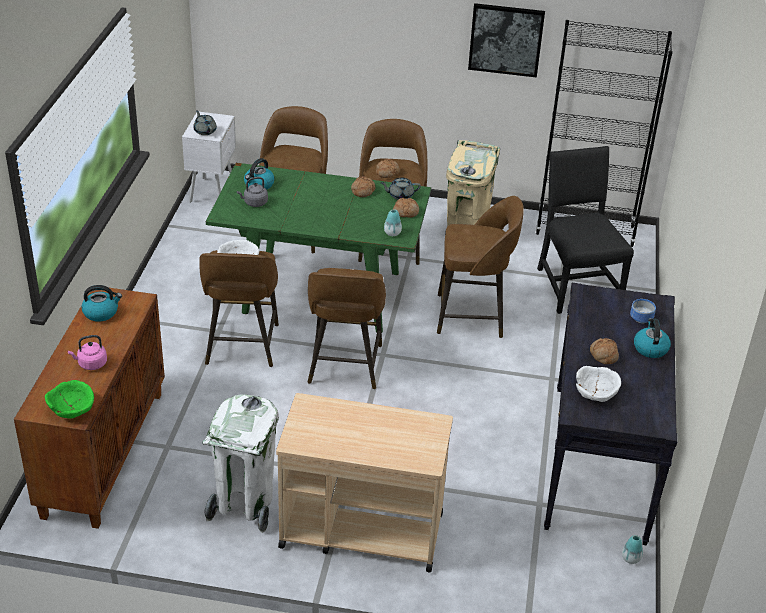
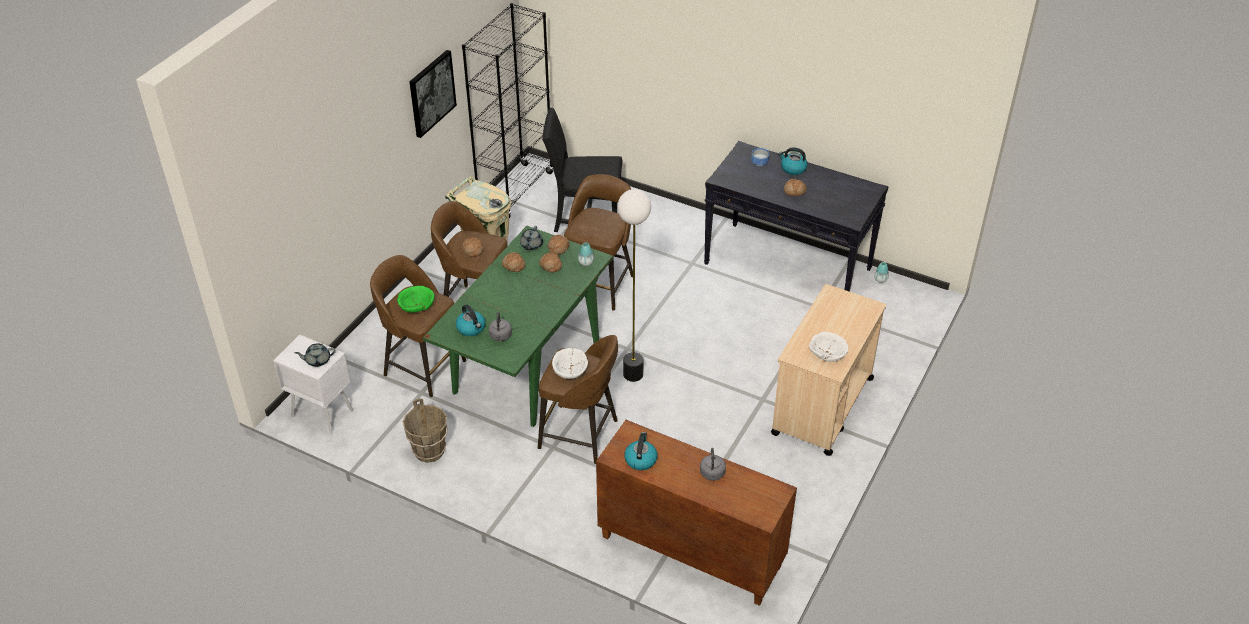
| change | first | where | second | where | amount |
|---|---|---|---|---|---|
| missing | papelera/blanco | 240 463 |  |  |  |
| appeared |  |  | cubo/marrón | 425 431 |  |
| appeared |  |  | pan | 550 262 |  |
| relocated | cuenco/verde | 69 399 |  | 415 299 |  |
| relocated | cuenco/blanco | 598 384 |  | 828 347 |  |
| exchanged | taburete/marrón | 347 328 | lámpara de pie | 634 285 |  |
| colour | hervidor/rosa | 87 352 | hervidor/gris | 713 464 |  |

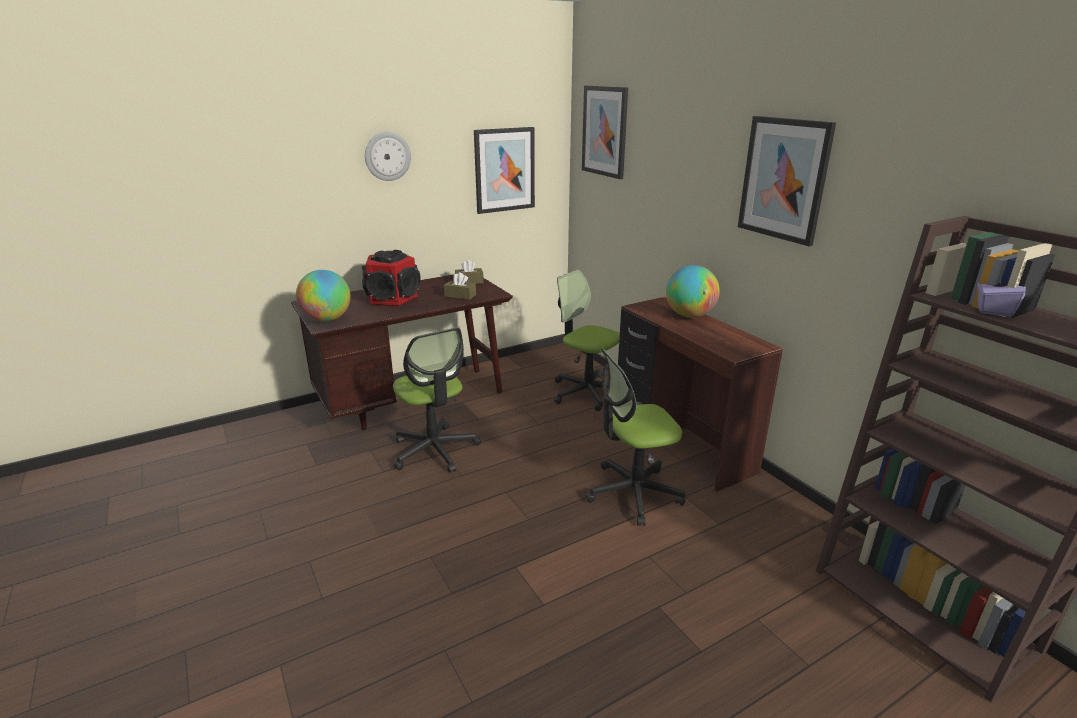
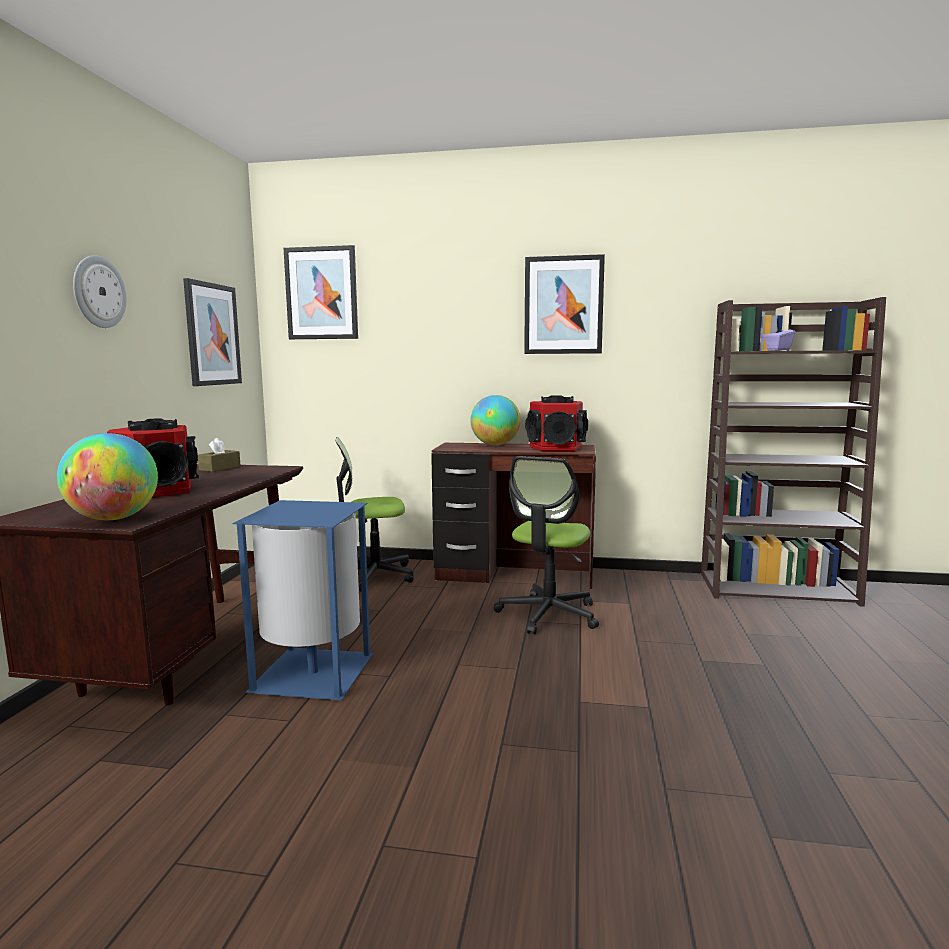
| change | first | where | second | where | amount |
|---|---|---|---|---|---|
| missing | caja de pañuelos/marrón | 460 286 |  |  |  |
| appeared |  |  | altavoz | 556 423 |  |
| exchanged | silla de oficina | 437 400 | papelera/azul | 302 600 |  |

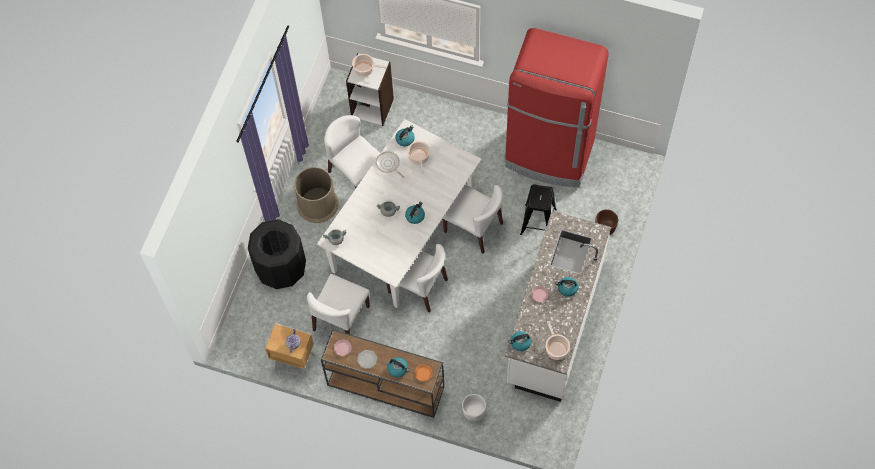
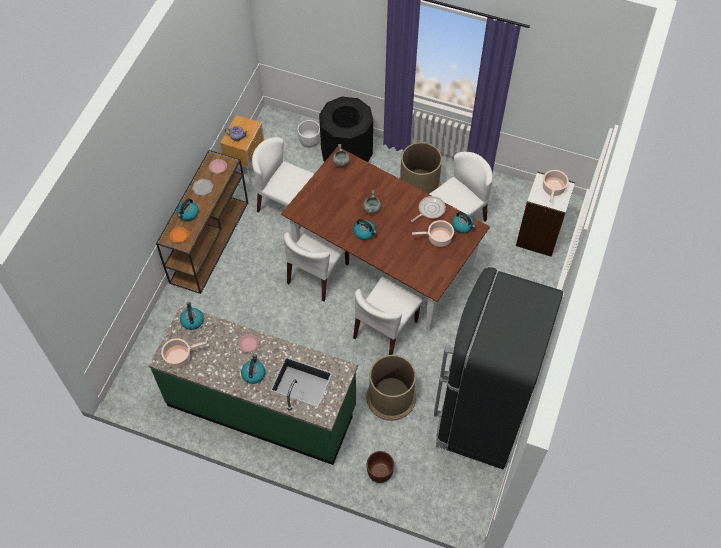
| change | first | where | second | where | amount |
|---|---|---|---|---|---|
| relocated | maceta/blanco | 474 407 |  | 309 134 |  |
| exchanged | taburete/negro | 538 209 | papelera/marrón | 391 388 |  |
| colour | mesa de comedor/blanco | 399 213 | mesa de comedor/marrón | 385 239 |  |
| colour | nevera/rojo | 557 107 | nevera/negro | 498 368 |  |
| colour | mueble bajo de cocina/blanco | 558 306 | mueble bajo de cocina/verde | 253 385 |  |

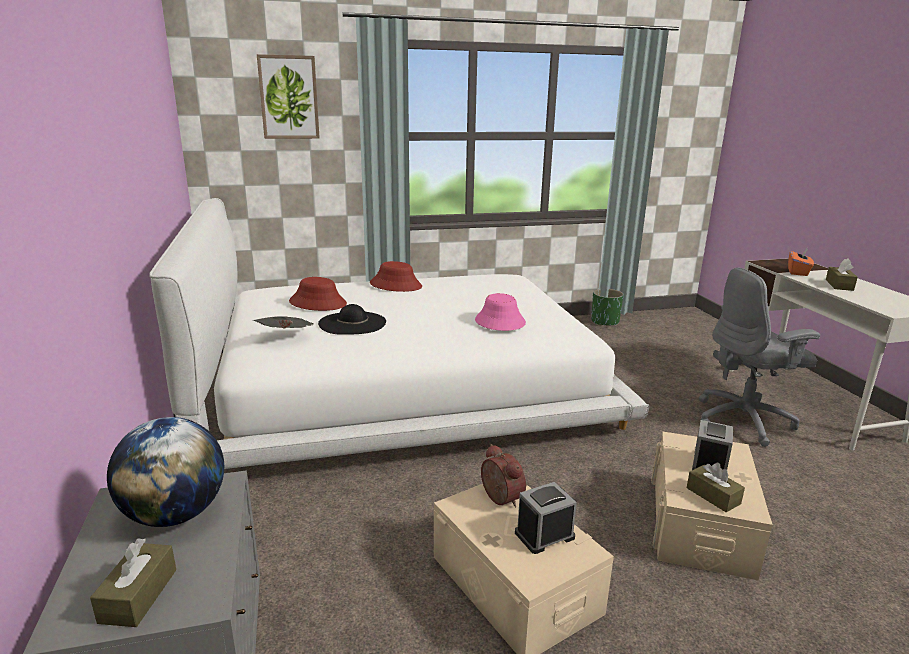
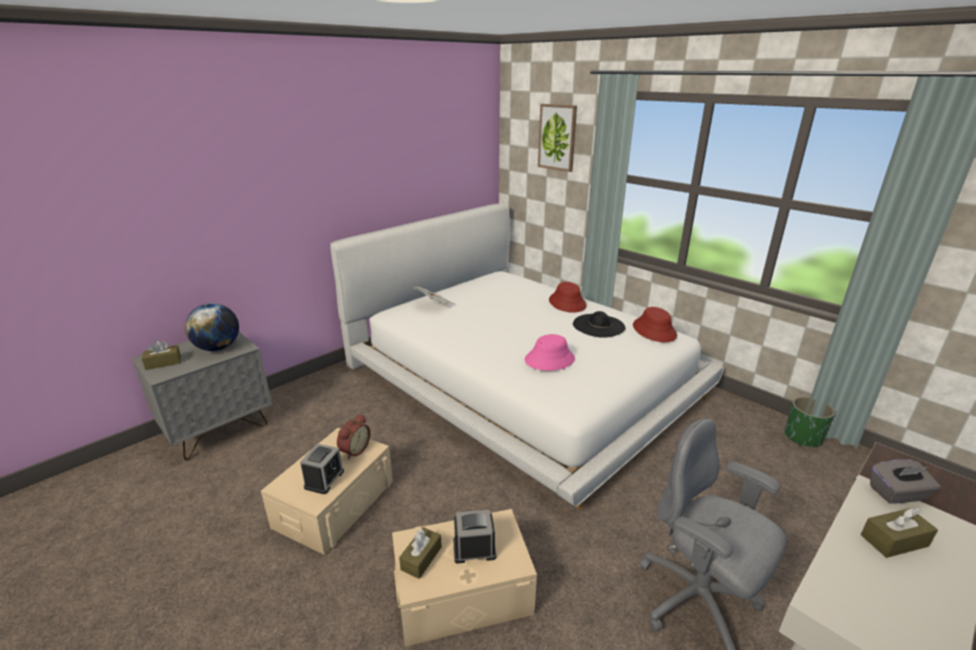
| change | first | where | second | where | amount |
|---|---|---|---|---|---|
| relocated | sombrero/rojo | 318 294 |  | 655 324 |  |
| relocated | sombrero/negro | 352 319 |  | 599 324 |  |
| colour | caja de pañuelos/naranja | 801 262 | caja de pañuelos/gris | 905 481 |  |
| spun | despertador | 546 518 |  | 322 468 | 75 degrees clockwise |

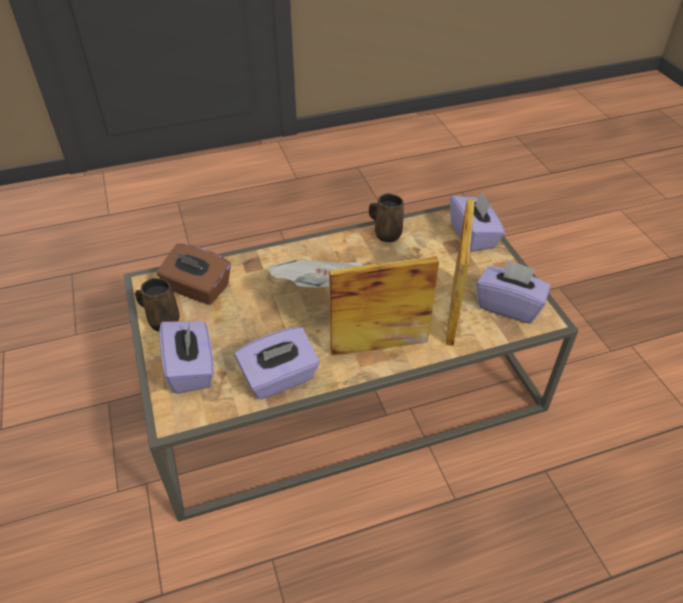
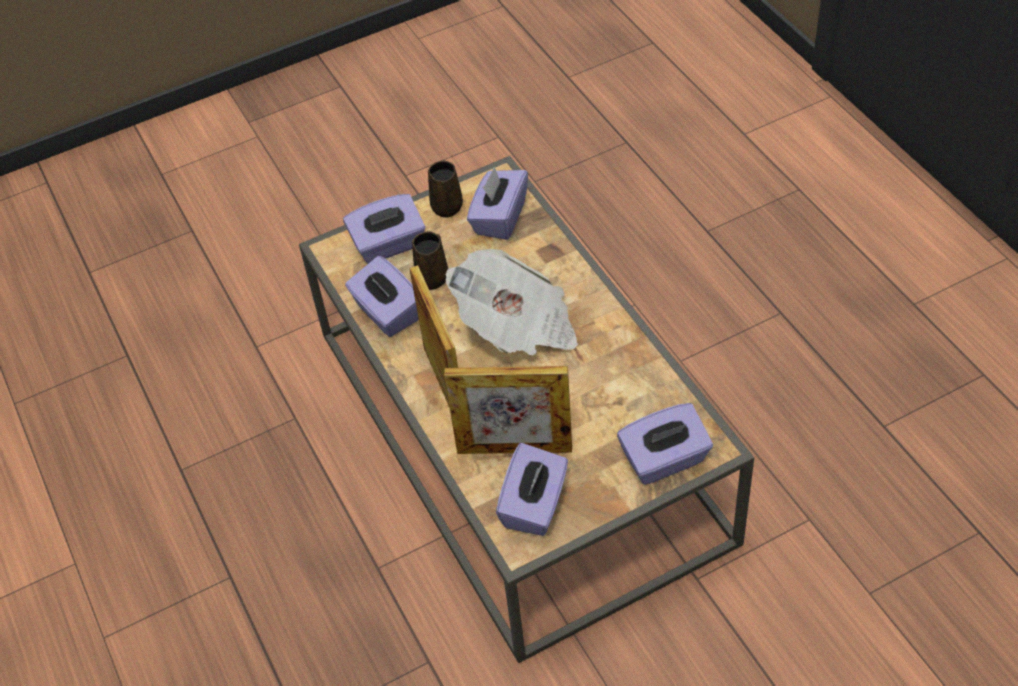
| change | first | where | second | where | amount |
|---|---|---|---|---|---|
| relocated | taza grande/marrón | 386 218 |  | 430 260 |  |
| colour | caja de pañuelos/marrón | 194 274 | caja de pañuelos/morado | 497 203 |  |

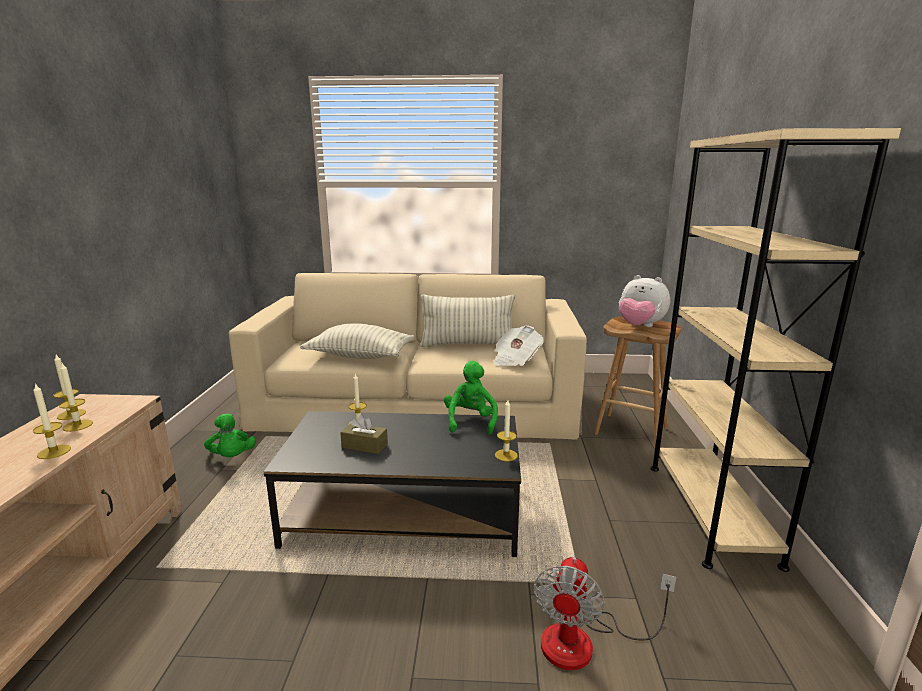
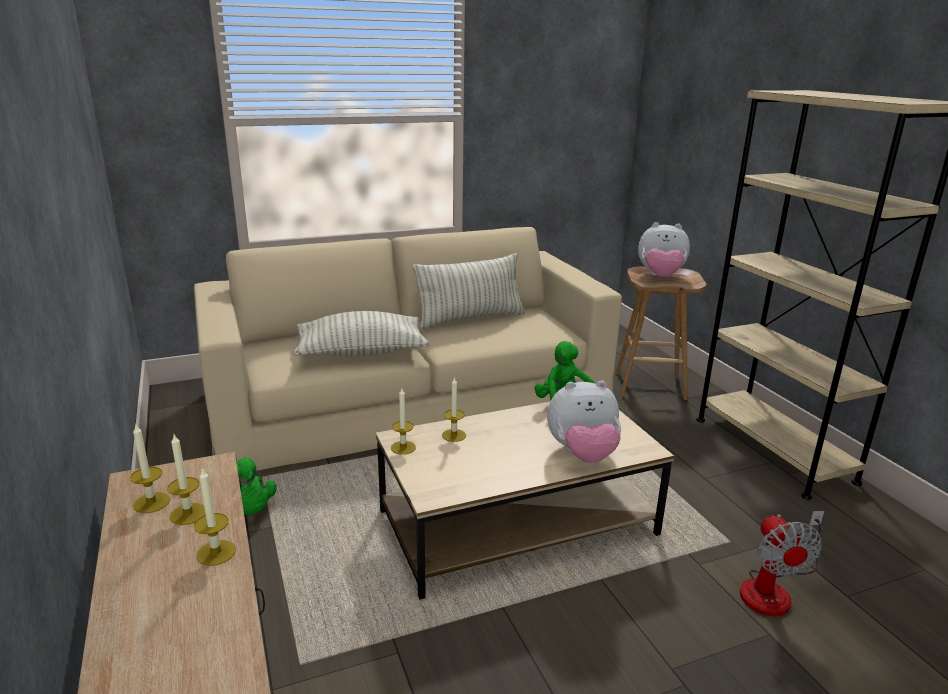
| change | first | where | second | where | amount |
|---|---|---|---|---|---|
| missing | caja de pañuelos/marrón | 364 434 |  |  |  |
| missing | periódico | 519 346 |  |  |  |
| appeared |  |  | peluche | 584 422 |  |
| relocated | vela | 506 430 |  | 403 421 |  |
| colour | mesa de centro/negro | 392 484 | mesa de centro/beis | 525 500 |  |

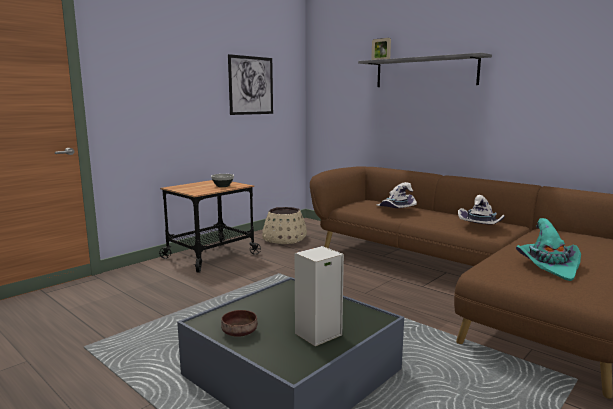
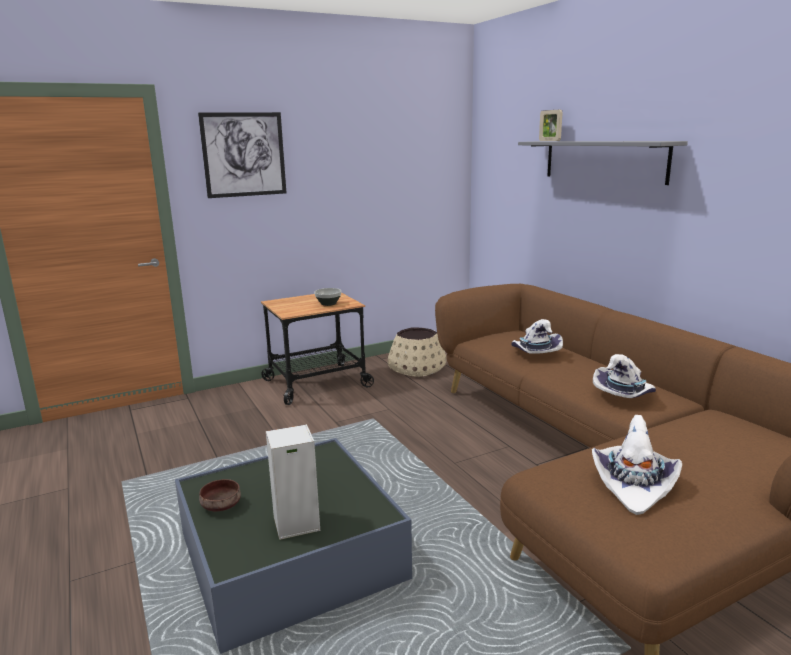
| change | first | where | second | where | amount |
|---|---|---|---|---|---|
| relocated | cuadro | 250 84 |  | 242 155 |  |
| colour | sombrero/turquesa | 548 249 | sombrero/blanco | 637 465 |  |

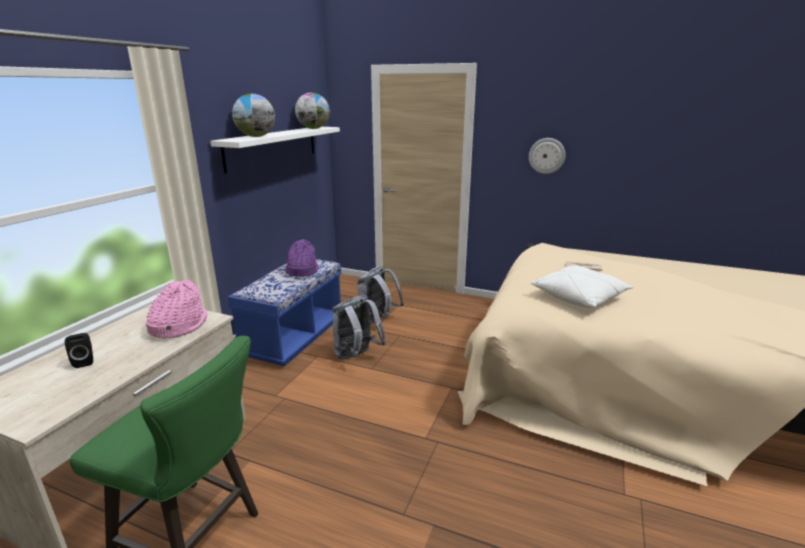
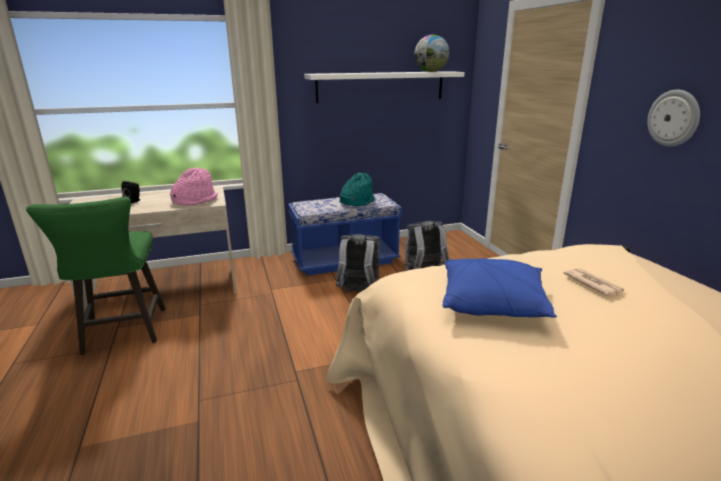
| change | first | where | second | where | amount |
|---|---|---|---|---|---|
| missing | globo terráqueo | 253 115 |  |  |  |
| colour | sombrero/morado | 302 258 | sombrero/turquesa | 357 189 |  |
| colour | cojín/blanco | 582 286 | cojín/azul | 500 288 |  |

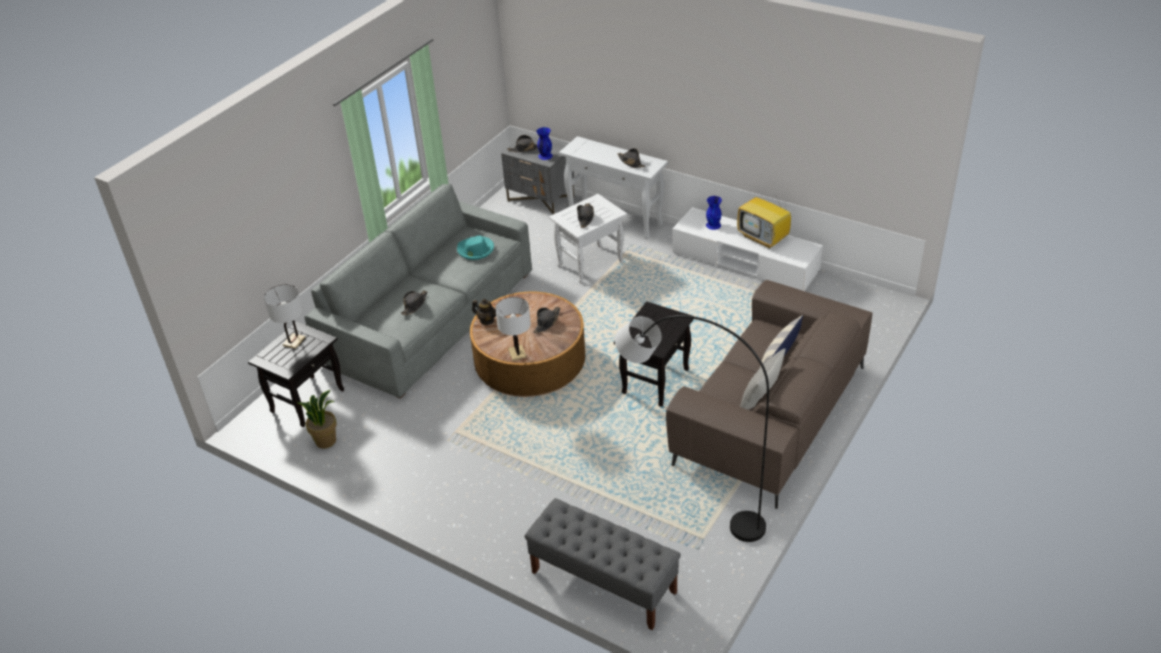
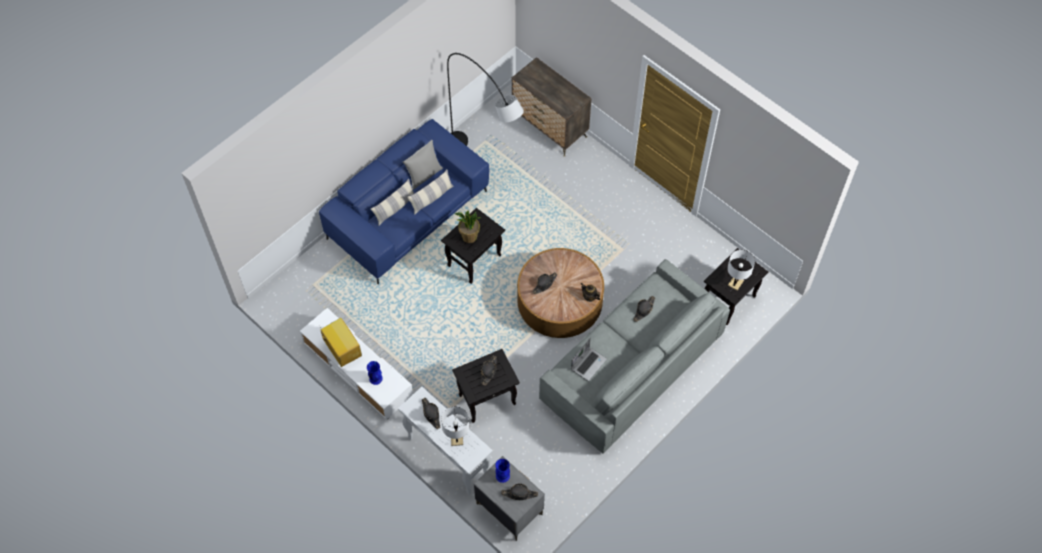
| change | first | where | second | where | amount |
|---|---|---|---|---|---|
| appeared |  |  | cojín | 430 192 |  |
| relocated | planta en maceta | 317 419 |  | 468 226 |  |
| relocated | lámpara de mesa/blanco | 513 329 |  | 455 426 |  |
| exchanged | sombrero/turquesa | 475 247 | portátil | 589 359 |  |
| exchanged | banco/gris | 603 564 | cómoda | 551 107 |  |
| colour | mesa auxiliar/blanco | 588 239 | mesa auxiliar/negro | 486 386 |  |
| colour | sofá/marrón | 769 394 | sofá/azul | 404 201 |  |

